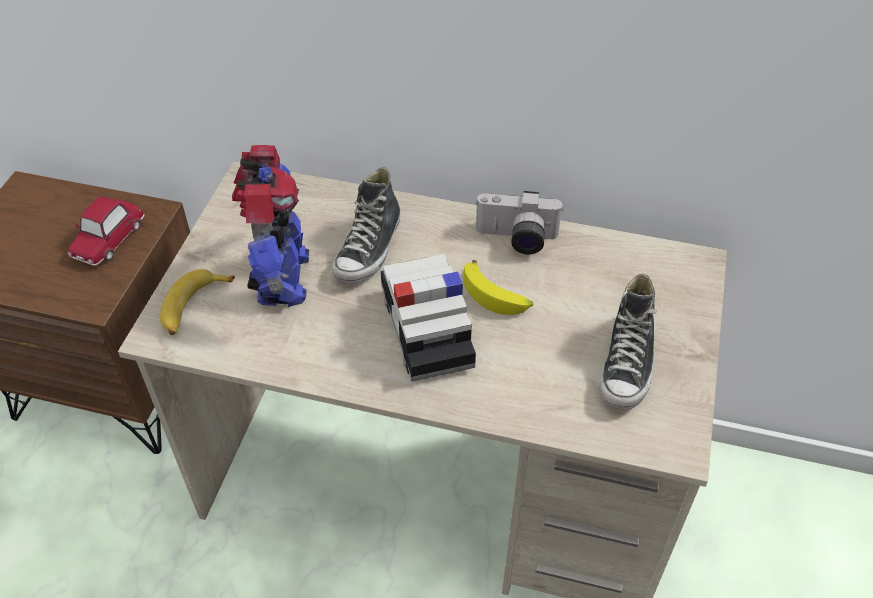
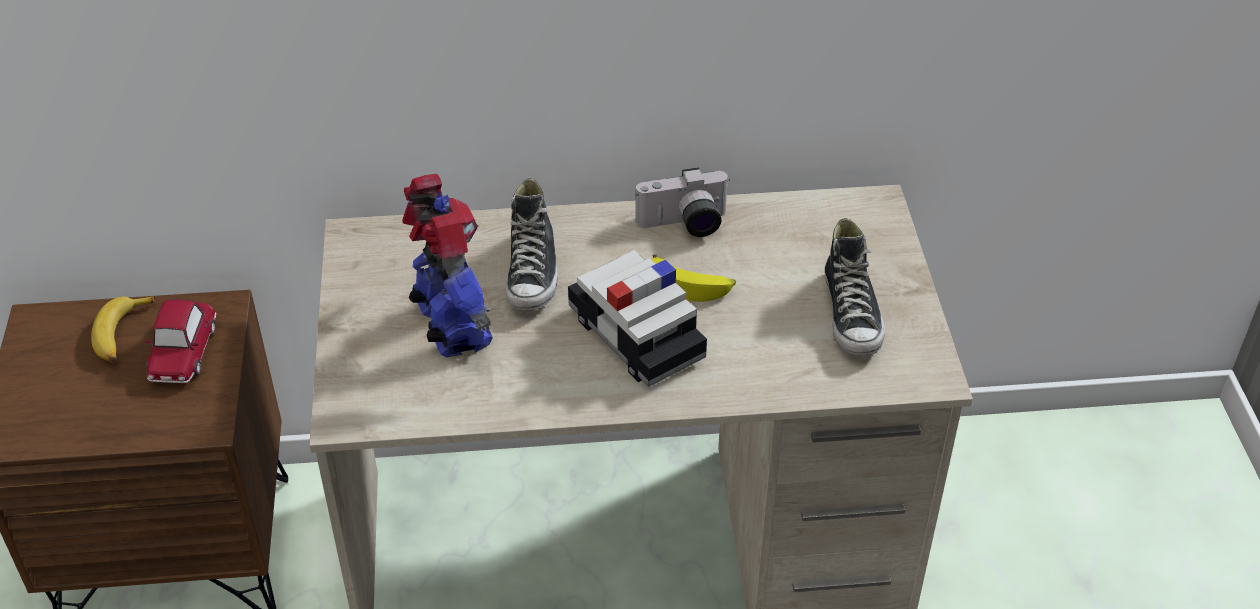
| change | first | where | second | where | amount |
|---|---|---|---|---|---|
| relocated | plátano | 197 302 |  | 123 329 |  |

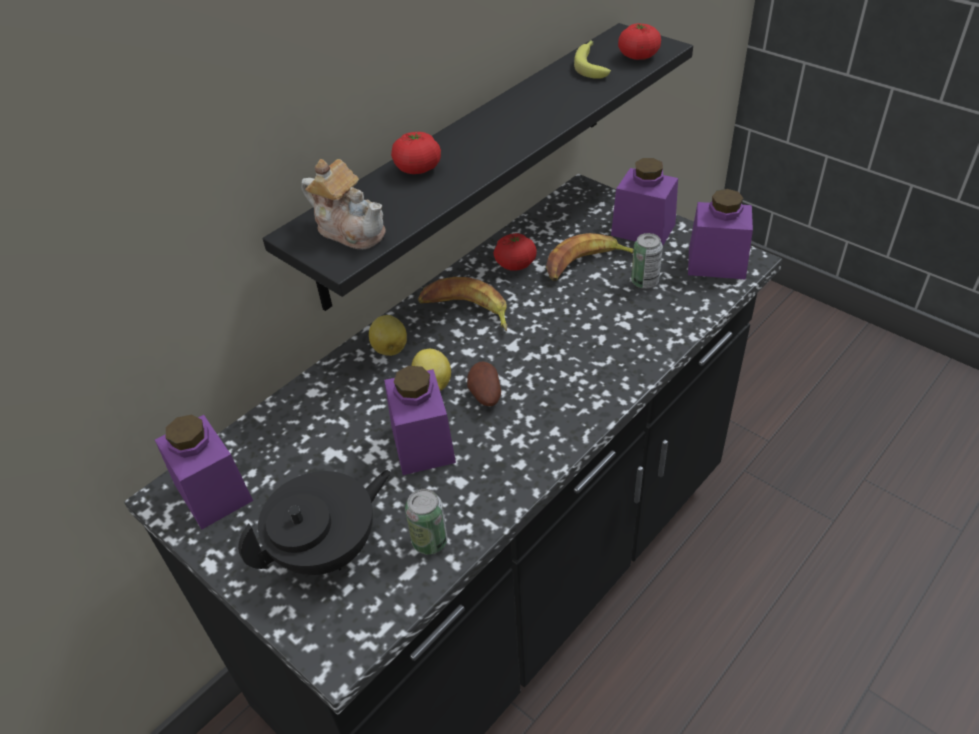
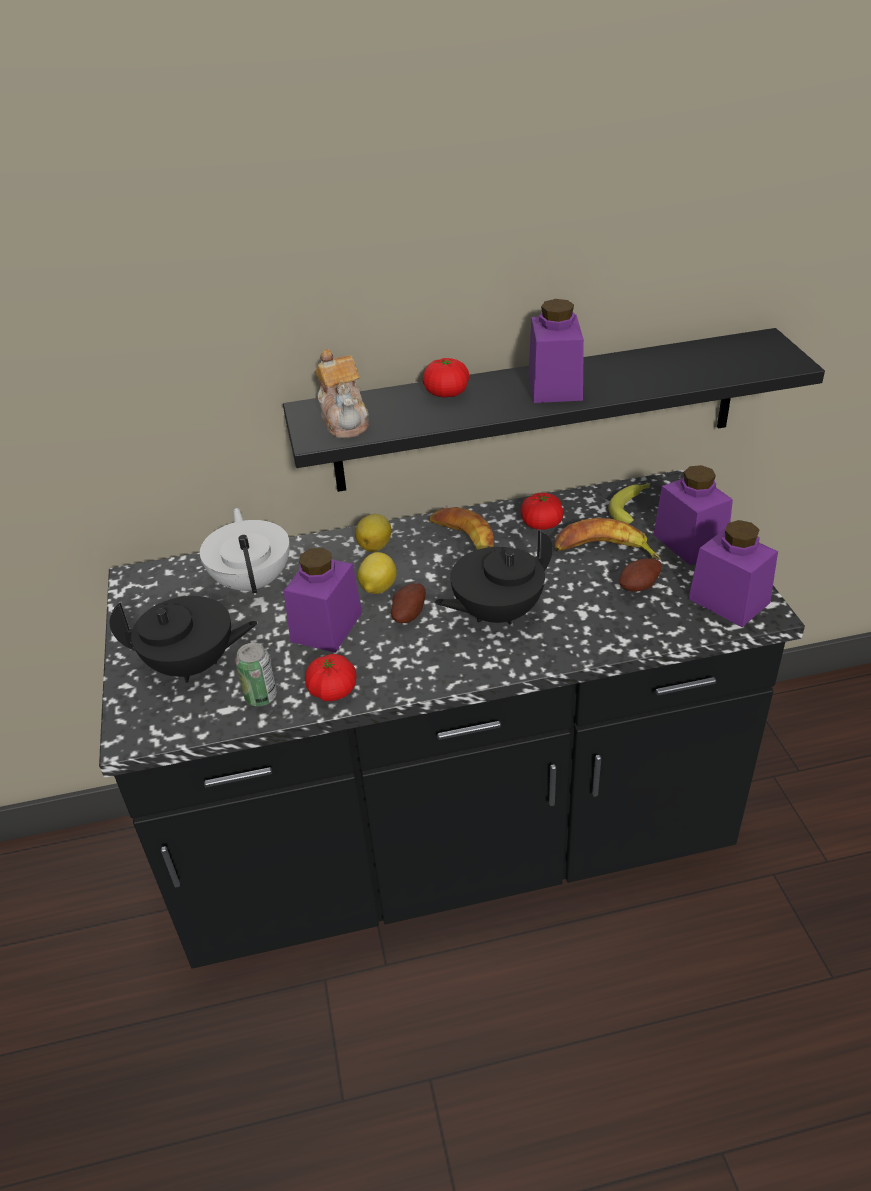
| change | first | where | second | where | amount |
|---|---|---|---|---|---|
| appeared |  |  | tetera/blanco | 245 551 |  |
| appeared |  |  | tetera/negro | 493 577 |  |
| relocated | tarro/morado | 204 472 |  | 556 351 |  |
| relocated | plátano | 592 59 |  | 629 503 |  |
| relocated | tomate | 639 41 |  | 331 677 |  |
| exchanged | lata | 647 261 | patata | 640 575 |  |

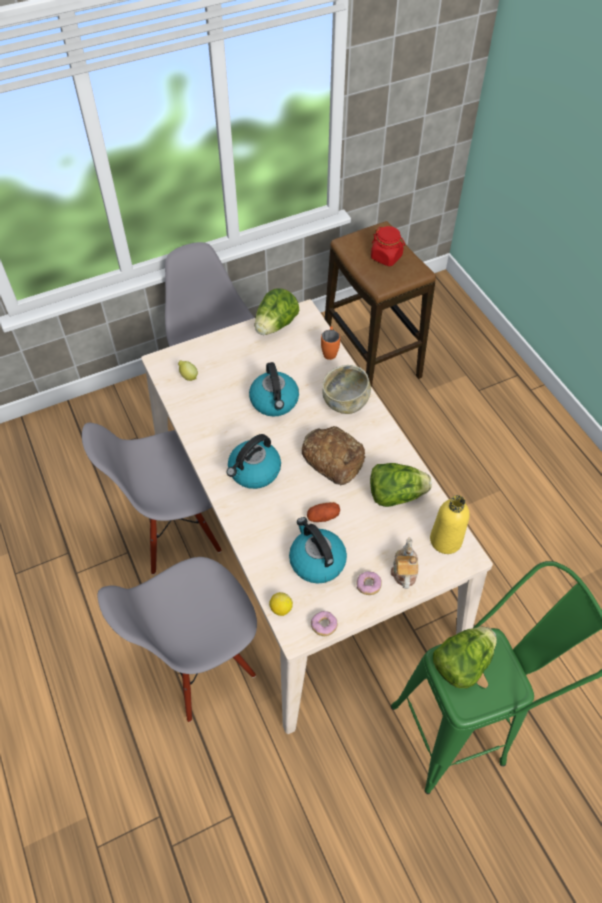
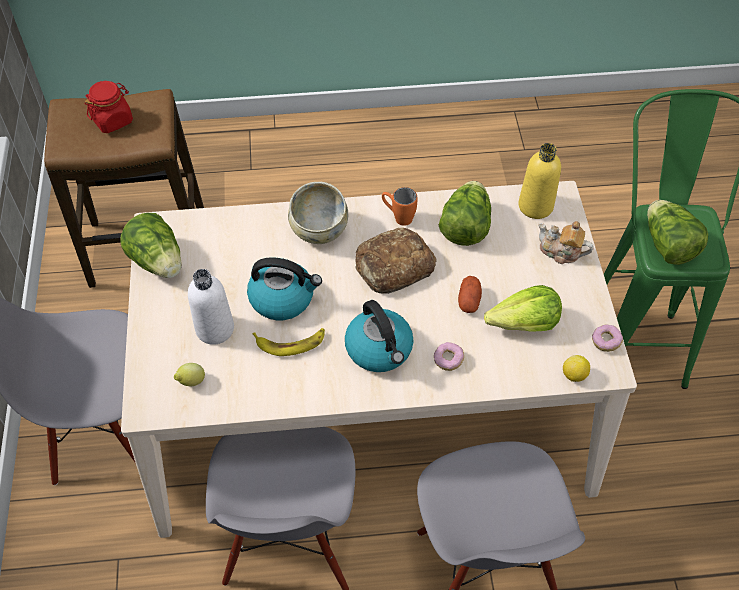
| change | first | where | second | where | amount |
|---|---|---|---|---|---|
| appeared |  |  | botella/blanco | 211 307 |  |
| appeared |  |  | plátano | 289 342 |  |
| relocated | taza grande/naranja | 330 343 |  | 400 206 |  |
| relocated | rosquilla | 369 583 |  | 449 356 |  |
| exchanged | hervidor | 318 550 | lechuga | 523 308 |  |

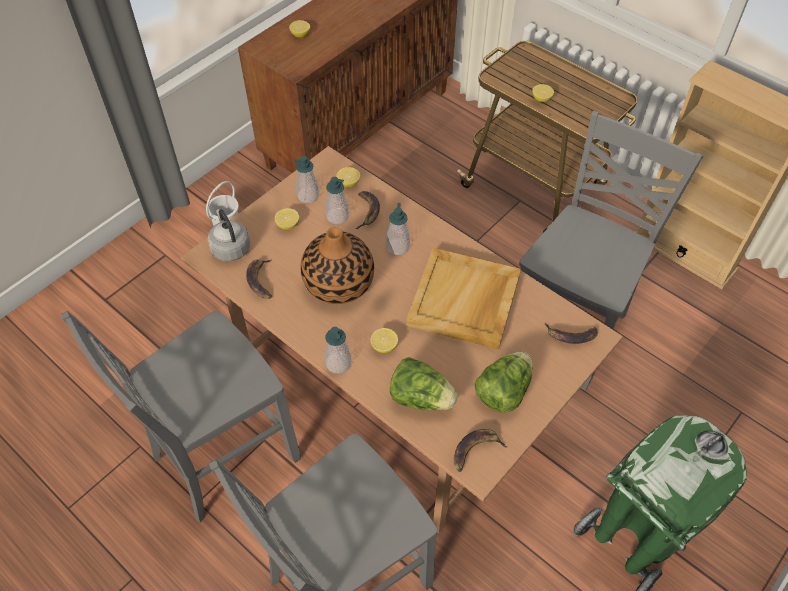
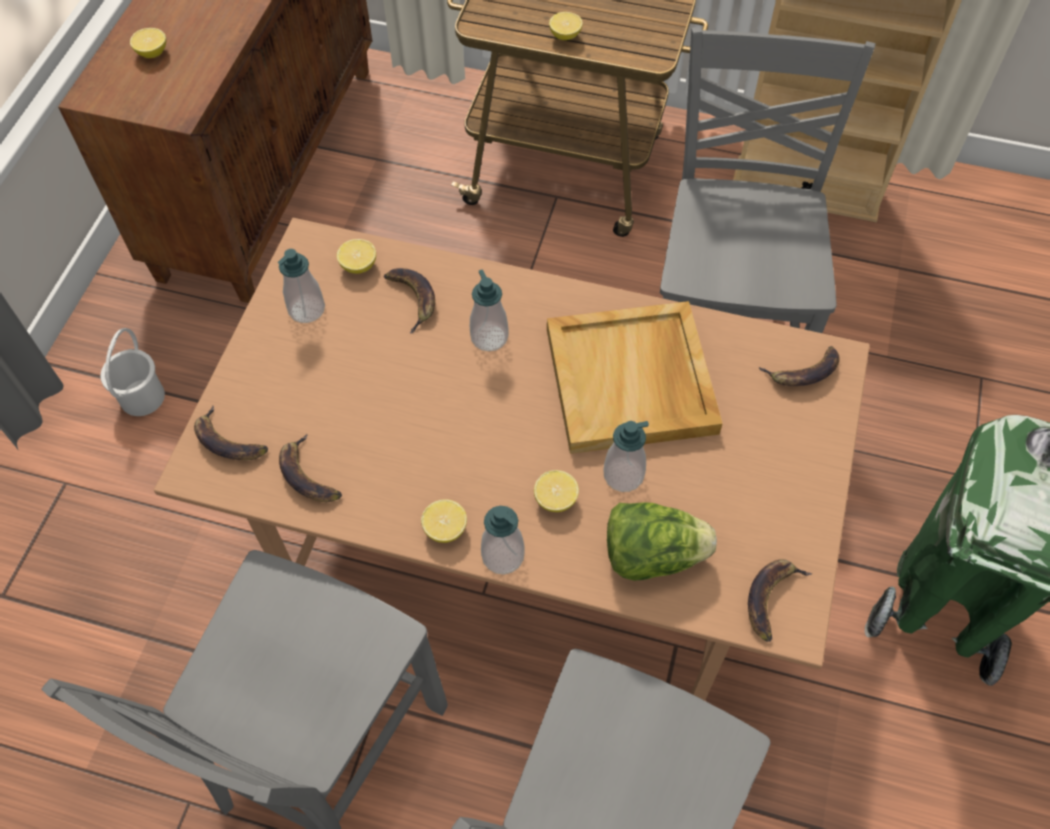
| change | first | where | second | where | amount |
|---|---|---|---|---|---|
| missing | florero | 337 265 |  |  |  |
| missing | lechuga | 504 382 |  |  |  |
| relocated | limón | 287 219 |  | 444 521 |  |
| relocated | dispensador de jabón | 337 200 |  | 626 456 |  |
| exchanged | hervidor/gris | 229 235 | plátano | 231 433 |  |

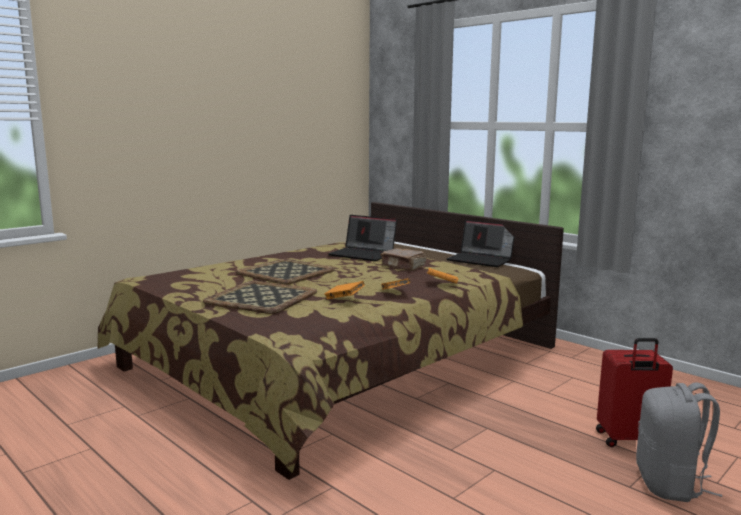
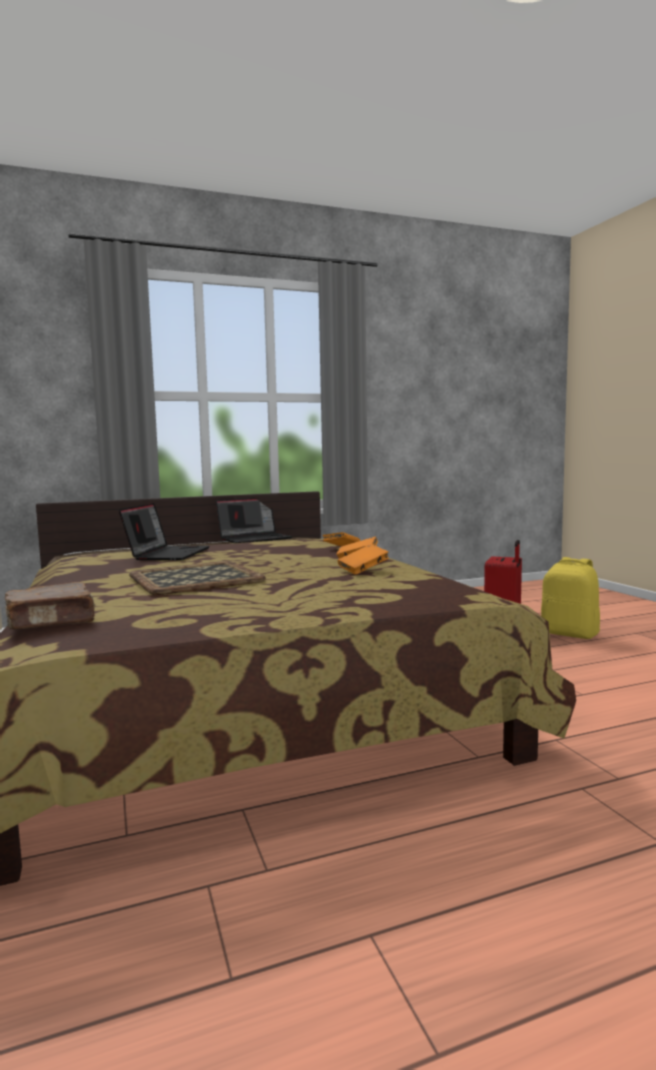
| change | first | where | second | where | amount |
|---|---|---|---|---|---|
| missing | bandeja | 260 297 |  |  |  |
| relocated | libro/marrón | 403 259 |  | 50 605 |  |
| colour | mochila/gris | 679 442 | mochila/amarillo | 570 598 |  |
| spun | portátil | 362 238 |  | 164 531 | 45 degrees counterclockwise |

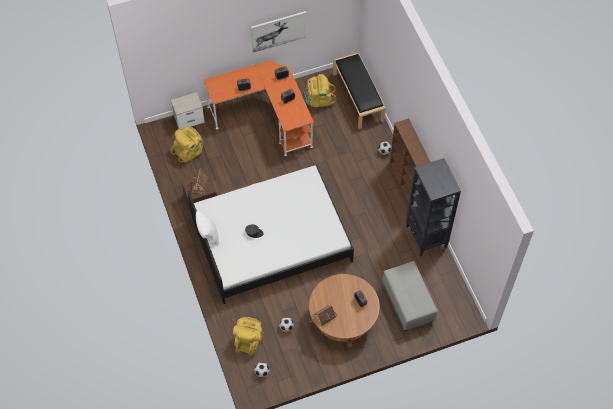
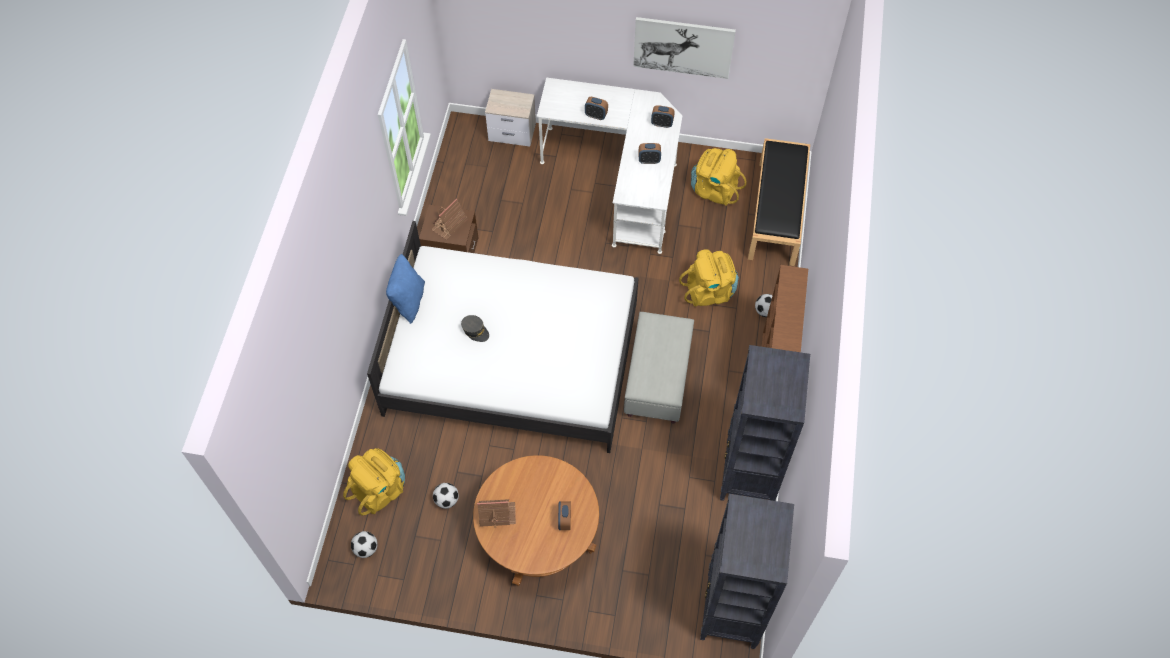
| change | first | where | second | where | amount |
|---|---|---|---|---|---|
| appeared |  |  | estantería/negro | 747 571 |  |
| relocated | mochila/amarillo | 187 145 |  | 709 277 |  |
| relocated | puf/gris | 410 296 |  | 659 367 |  |
| colour | cojín/blanco | 207 228 | cojín/azul | 405 289 |  |
| colour | escritorio/naranja | 258 108 | escritorio/blanco | 610 166 |  |

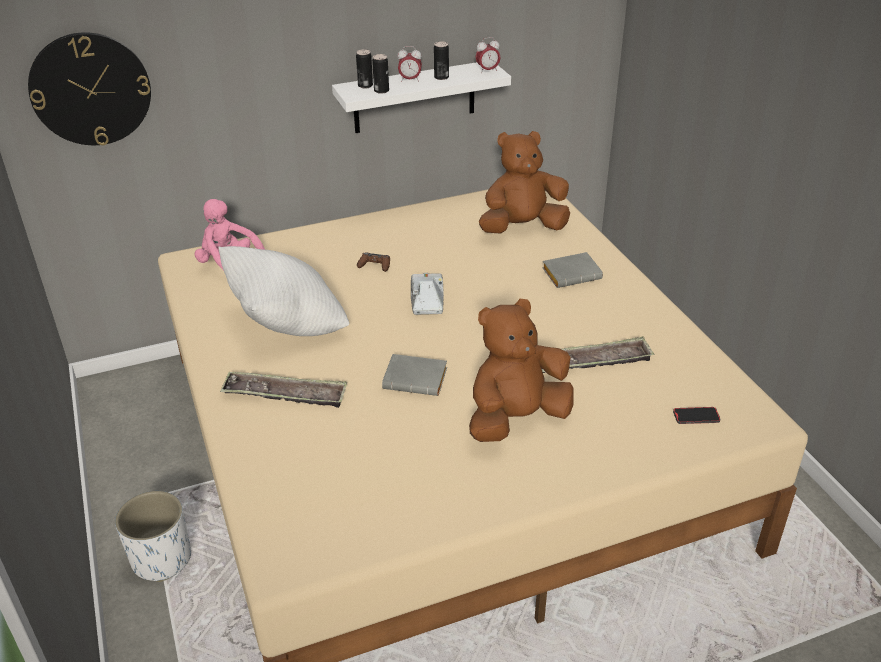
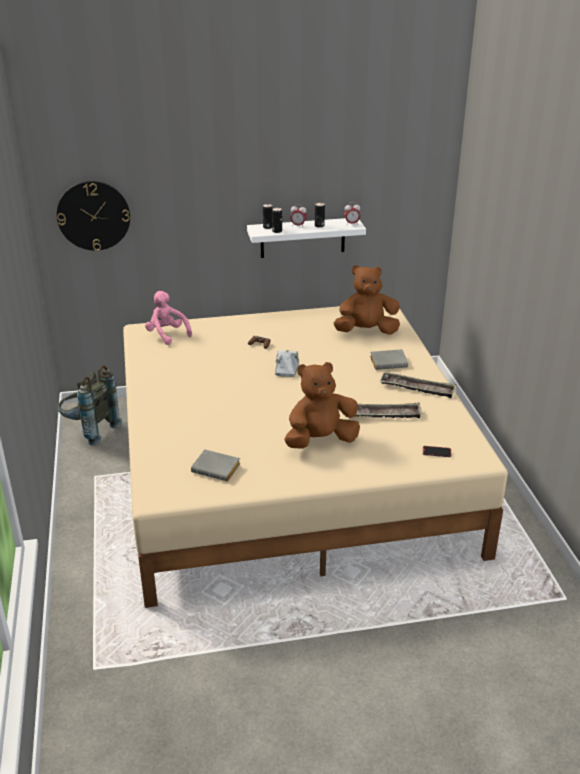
| change | first | where | second | where | amount |
|---|---|---|---|---|---|
| missing | maceta/blanco | 153 536 |  |  |  |
| missing | cojín/blanco | 283 291 |  |  |  |
| appeared |  |  | mochila/gris | 90 405 |  |
| relocated | bandeja | 283 390 |  | 418 385 |  |
| relocated | libro/gris | 414 375 |  | 216 465 |  |

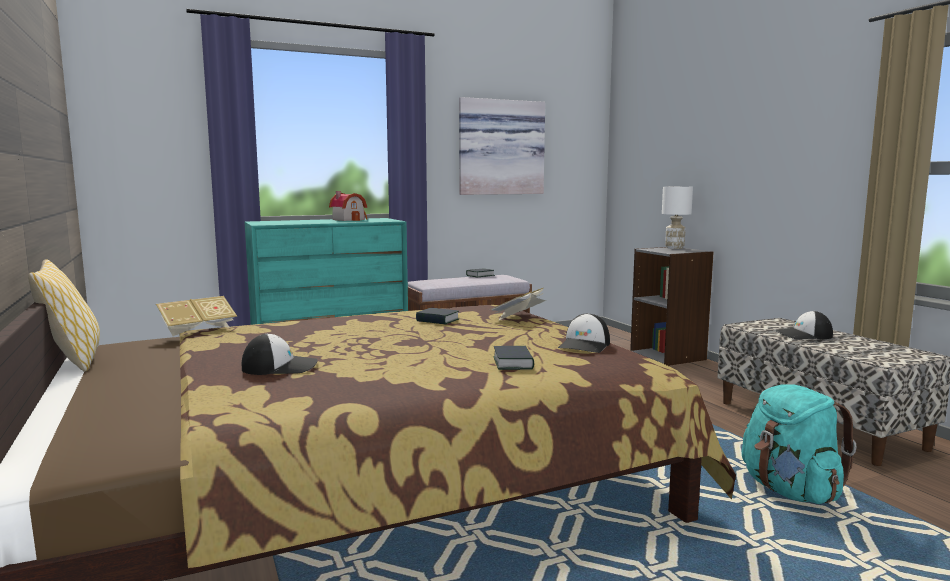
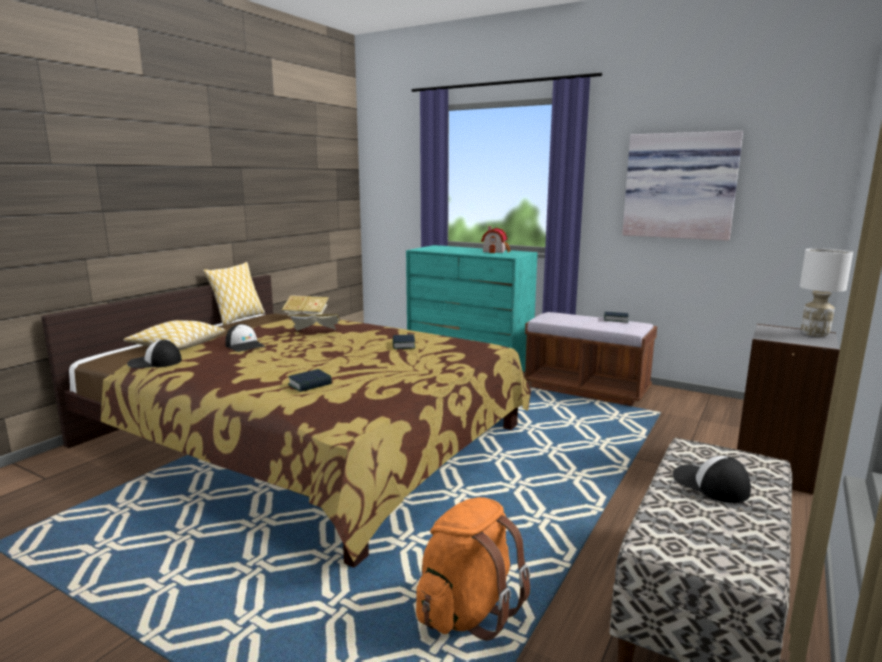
| change | first | where | second | where | amount |
|---|---|---|---|---|---|
| appeared |  |  | cojín | 174 335 |  |
| relocated | libro | 518 304 |  | 314 322 |  |
| relocated | gorra | 584 333 |  | 154 354 |  |
| colour | mochila/turquesa | 799 444 | mochila/naranja | 473 569 |  |

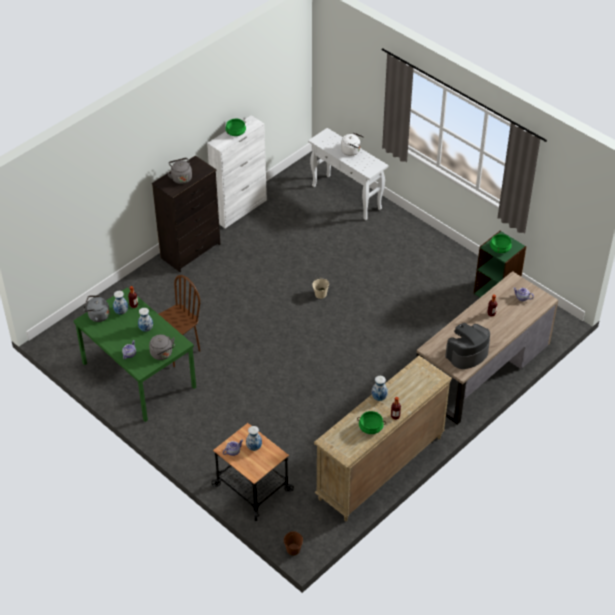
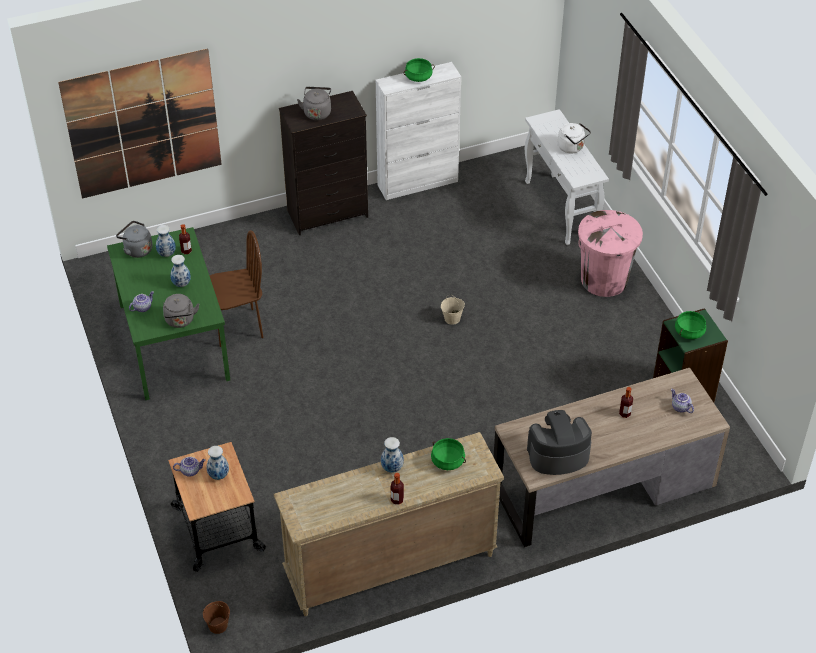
| change | first | where | second | where | amount |
|---|---|---|---|---|---|
| appeared |  |  | cuadro | 140 124 |  |
| appeared |  |  | papelera/rosa | 610 253 |  |
| relocated | olla/verde | 371 422 |  | 448 454 |  |

